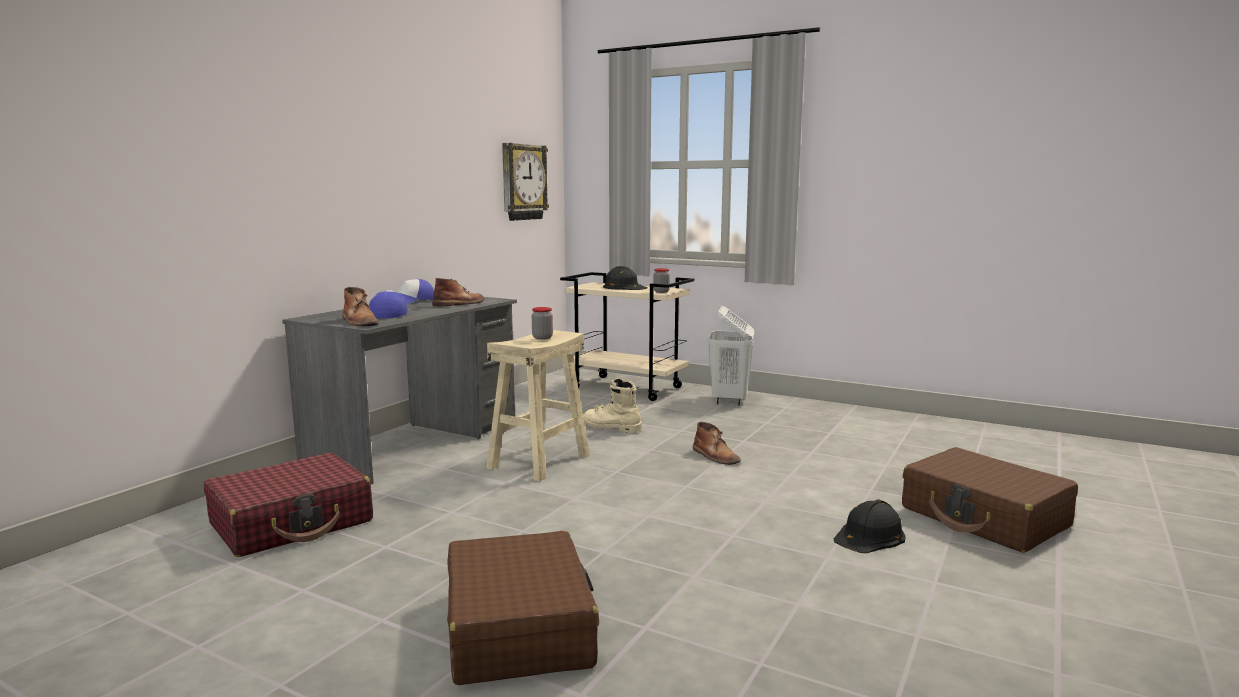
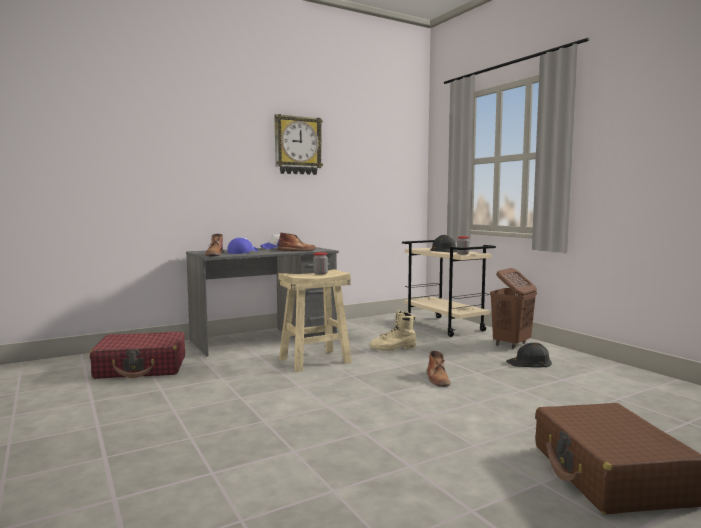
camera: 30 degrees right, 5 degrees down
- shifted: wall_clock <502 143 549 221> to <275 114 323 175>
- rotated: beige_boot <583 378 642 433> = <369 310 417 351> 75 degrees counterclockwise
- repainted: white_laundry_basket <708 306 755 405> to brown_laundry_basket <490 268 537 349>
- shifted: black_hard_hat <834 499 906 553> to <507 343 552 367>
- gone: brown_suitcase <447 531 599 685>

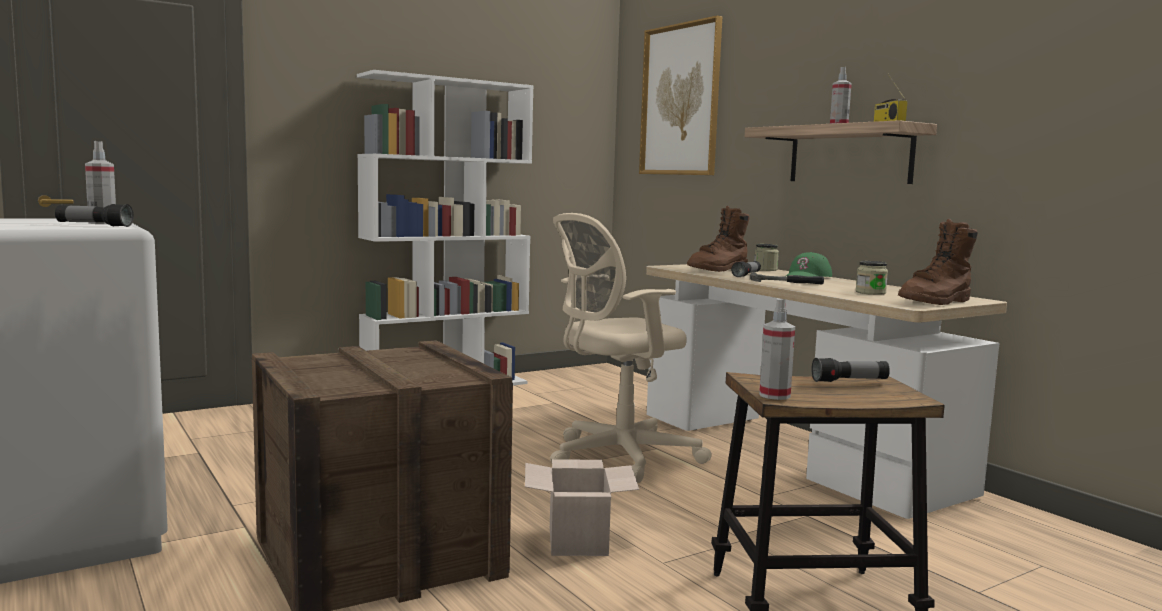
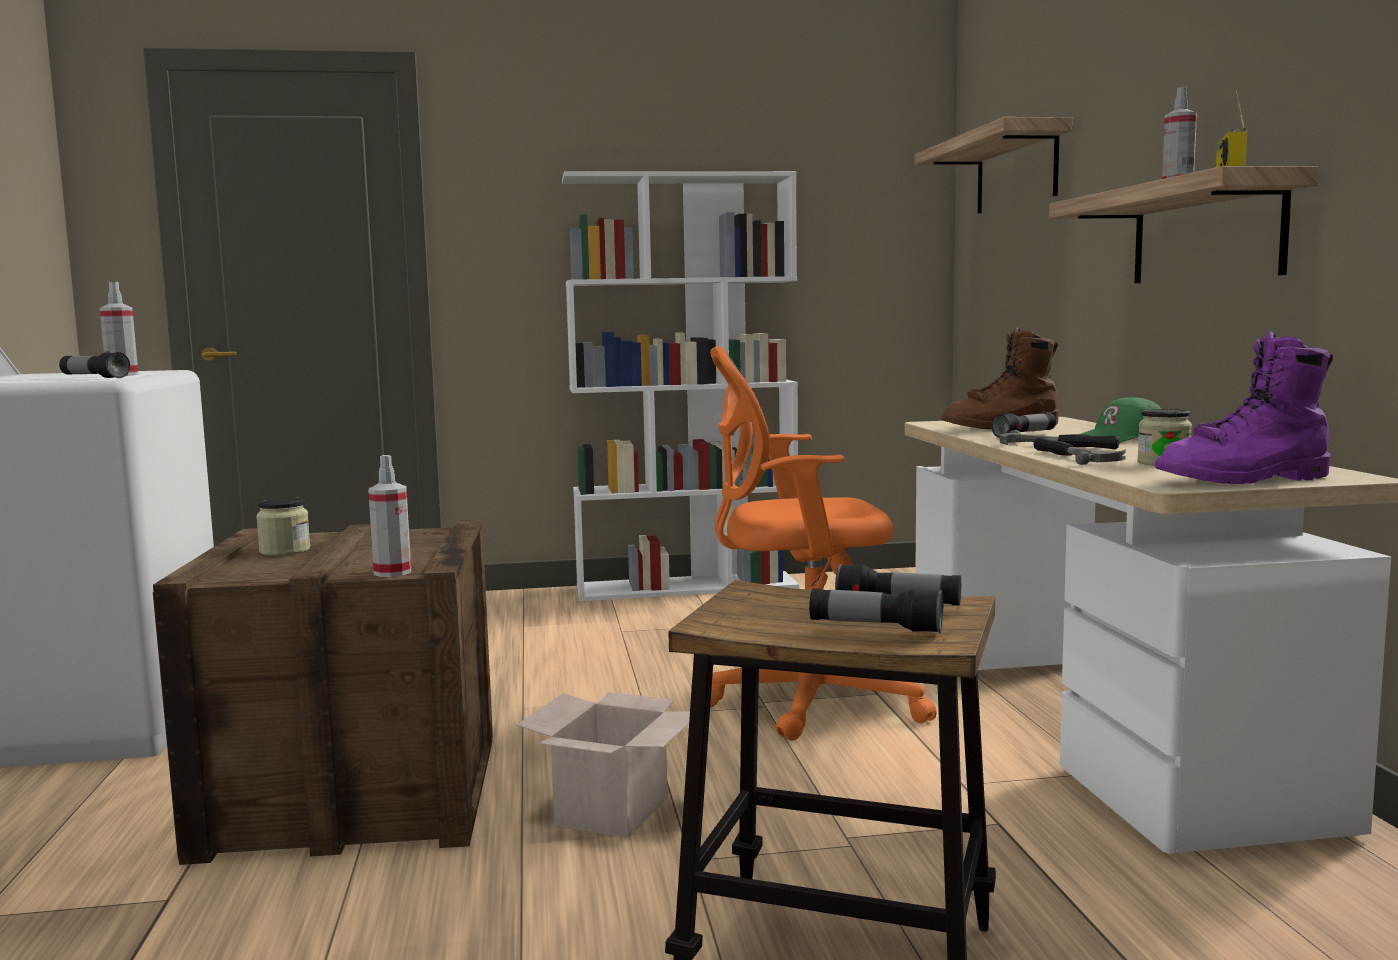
camera: 25 degrees right, 0 degrees up
- shifted: jar <754 244 779 271> to <256 497 310 556>
- shifted: spray_bottle <759 298 795 400> to <368 455 411 577>
- repainted: beige_office_chair <550 213 712 483> to orange_office_chair <710 346 937 741>
- new: flashlight <809 588 943 633>
- swapped: picture <639 16 722 175> to shelf <914 117 1072 214>
- new: hammer <1033 437 1126 465>
- repainted: brown_boot <898 219 978 305> to purple_boot <1155 332 1333 484>

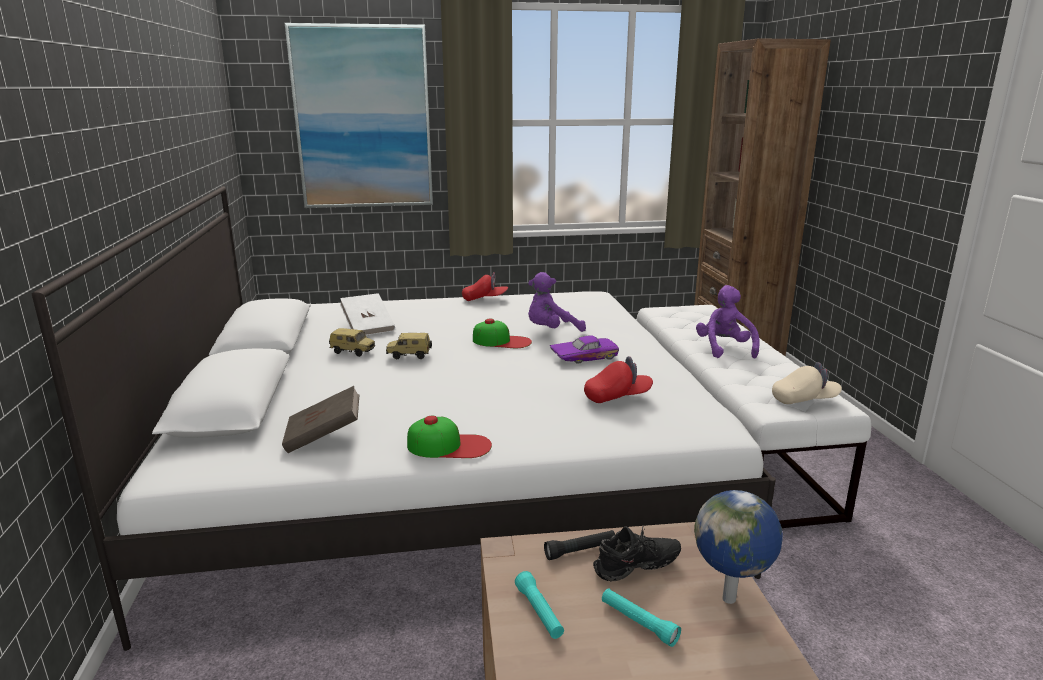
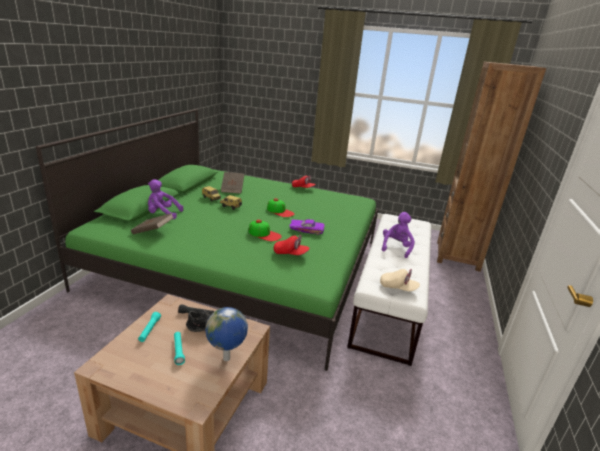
camera: 25 degrees right, 5 degrees up
- repainted: white_bed <32 186 776 651> to green_bed <36 109 378 371>
- shifted: purple_plush_toy <528 272 586 332> to <148 179 183 219>
- repainted: white_book <340 293 395 335> to brown_book <221 172 244 194>
- shifted: cap <407 416 492 458> to <248 220 282 241>
- gone: picture <284 23 433 208>

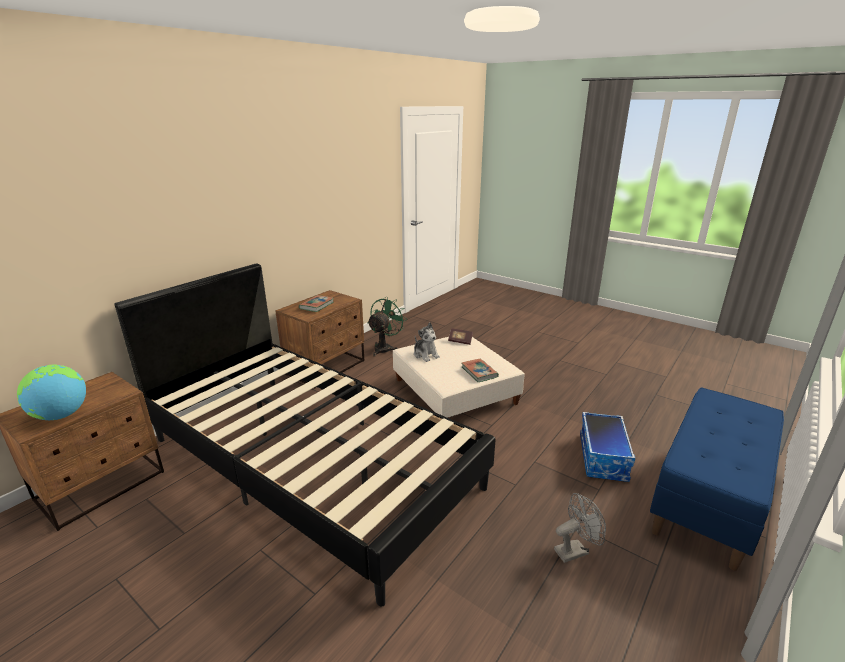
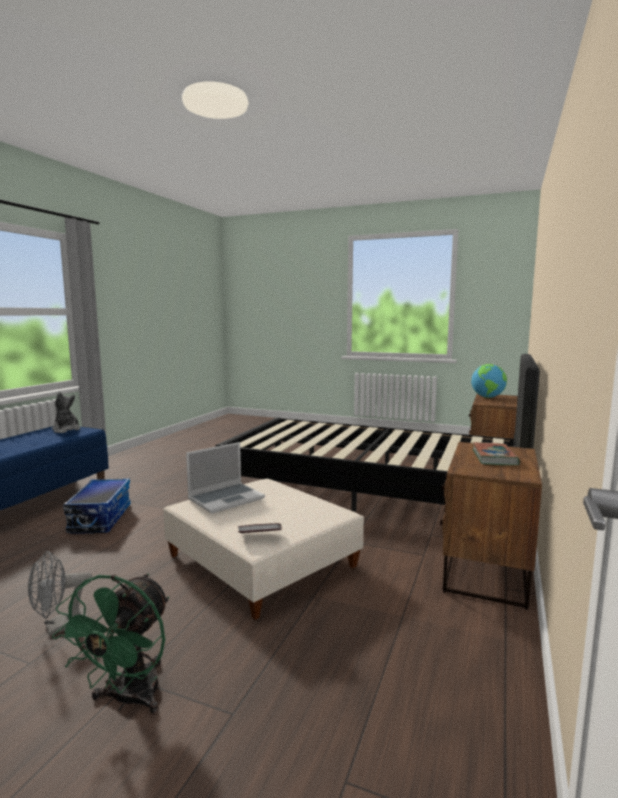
camera: 165 degrees right, 15 degrees down
- shifted: grey_fan <554 493 606 563> to <28 551 92 636>
- shifted: plush_toy <414 322 440 362> to <52 392 80 433>
- shifted: green_fan <367 297 407 357> to <52 573 169 715>
- swapped: book <462 359 499 382> to laptop <186 442 265 514>

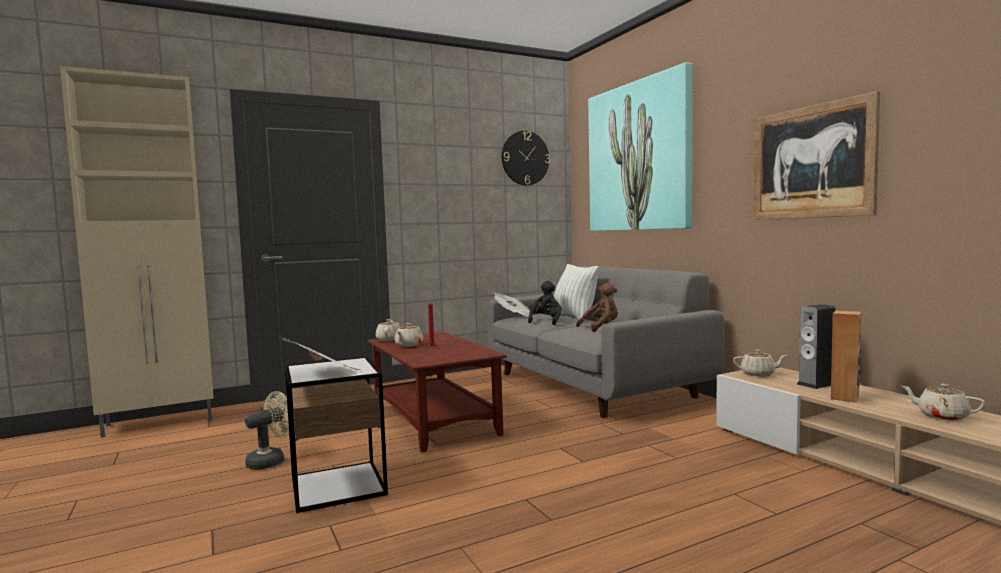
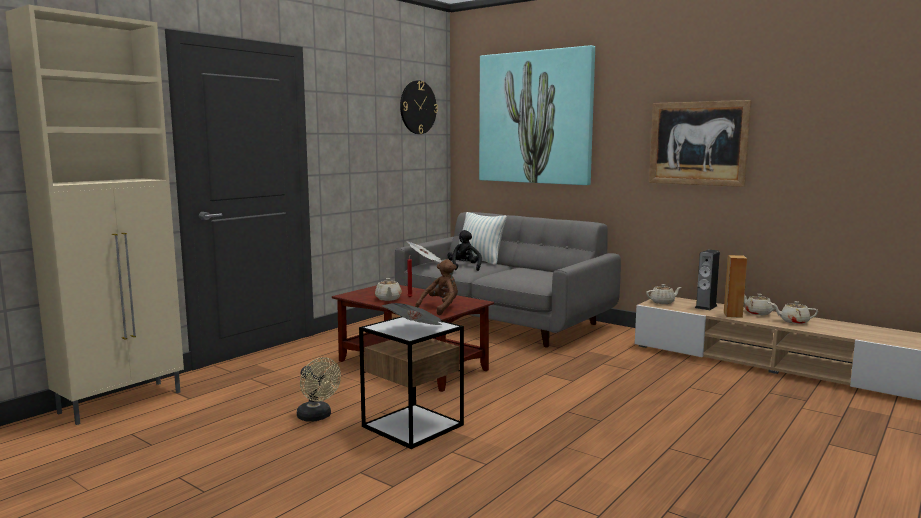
camera: 25 degrees left, 5 degrees up
- rotated: beige_fan <245 391 289 470> = <297 357 341 422> 120 degrees clockwise
- shifted: brown_plush_toy <576 283 618 332> to <415 259 458 315>
- shifted: beige_teapot <376 319 400 342> to <744 294 776 315>

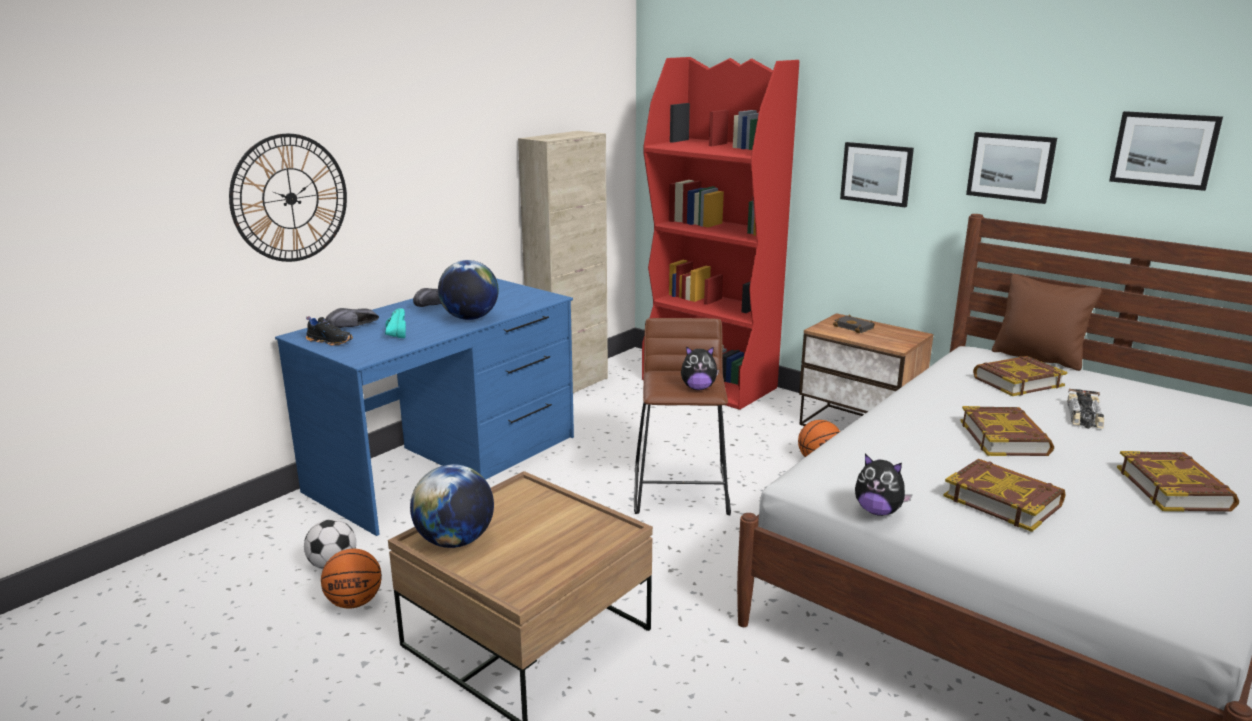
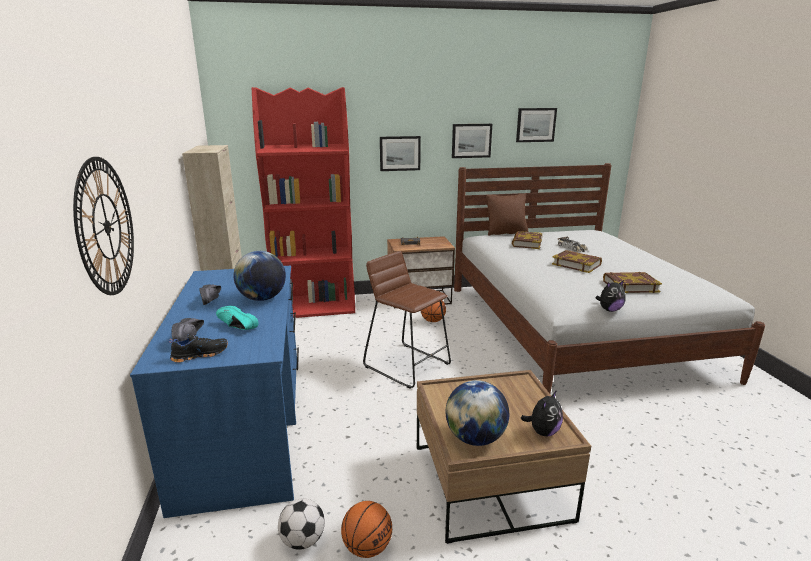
camera: 50 degrees left, 0 degrees up
- shifted: plush_toy <681 346 719 390> to <521 390 563 436>
- gone: book <1117 451 1239 511>

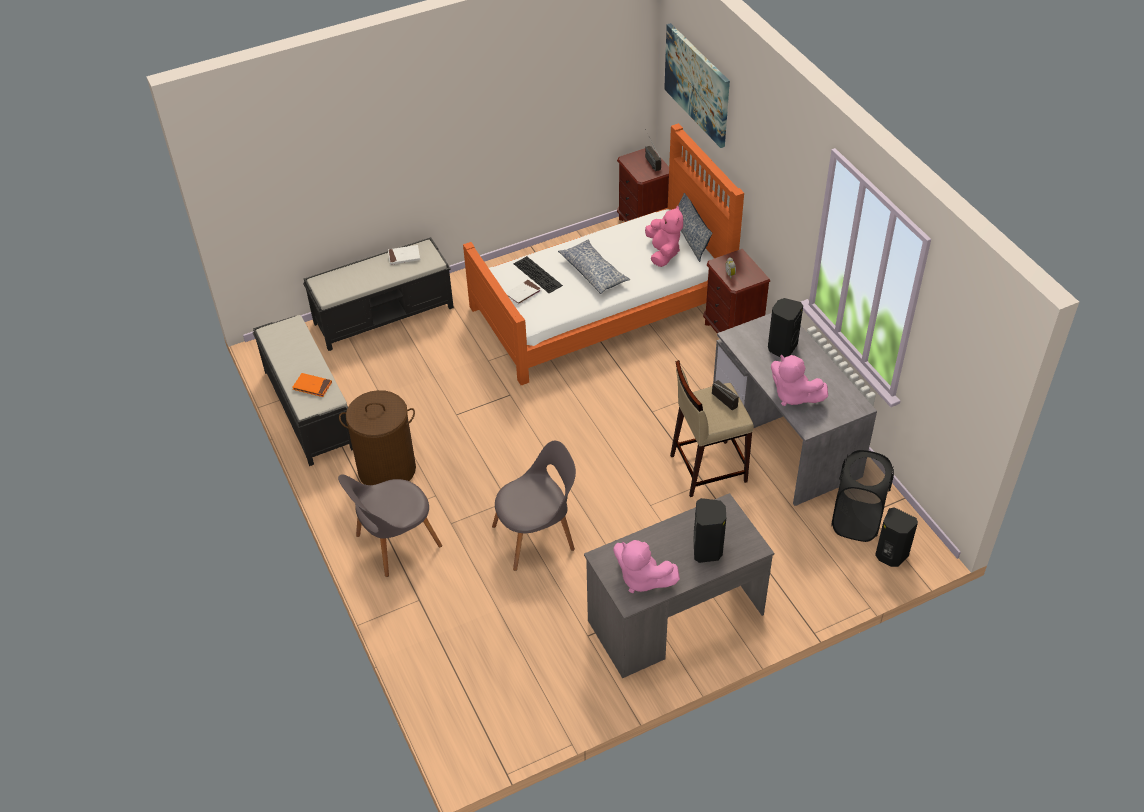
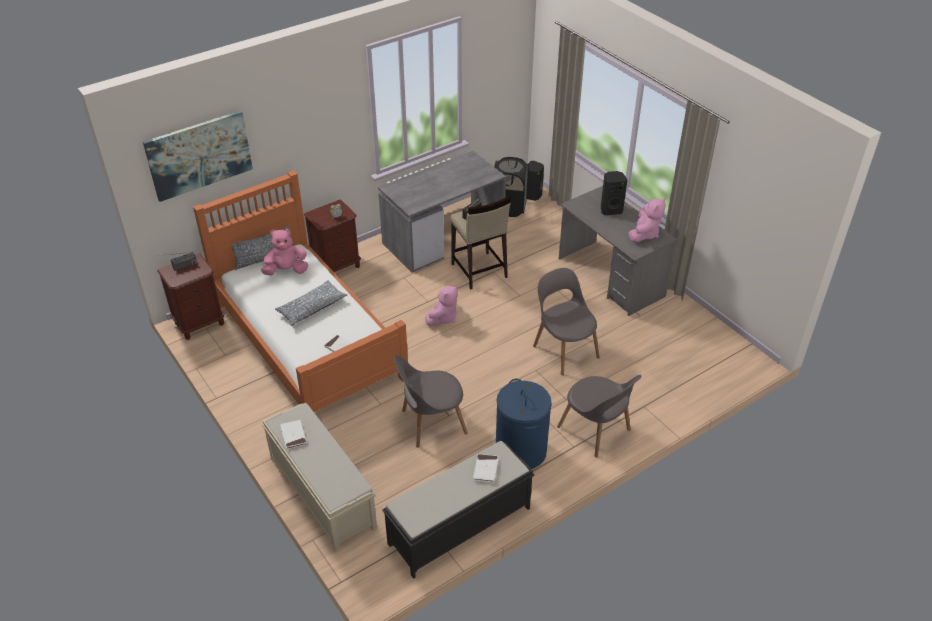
camera: 100 degrees left, 5 degrees down
- repainted: black_bench <303 237 454 351> to beige_bench <262 403 377 552>
- new: grey_chair <394 355 468 448>
- shifted: pink_plush_toy <771 355 828 406> to <425 285 458 326>
- repainted: orange_book <292 373 332 397> to white_book <473 454 498 483>
- repainted: brown_laundry_basket <339 390 416 485> to blue_laundry_basket <496 379 552 469>
- gone: keyboard <514 256 563 293>
- gone: black_speaker <768 298 803 357>

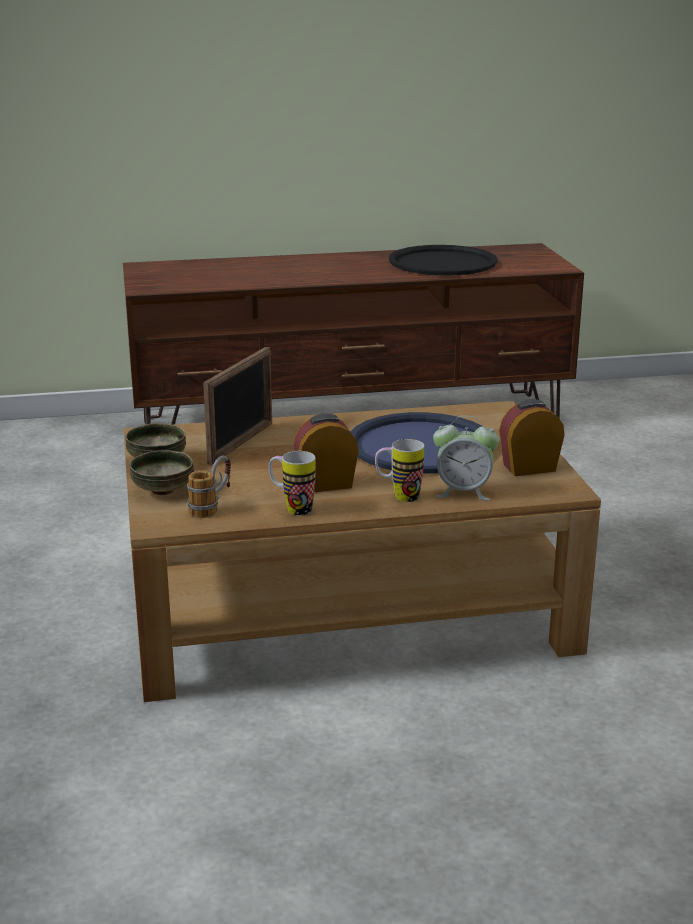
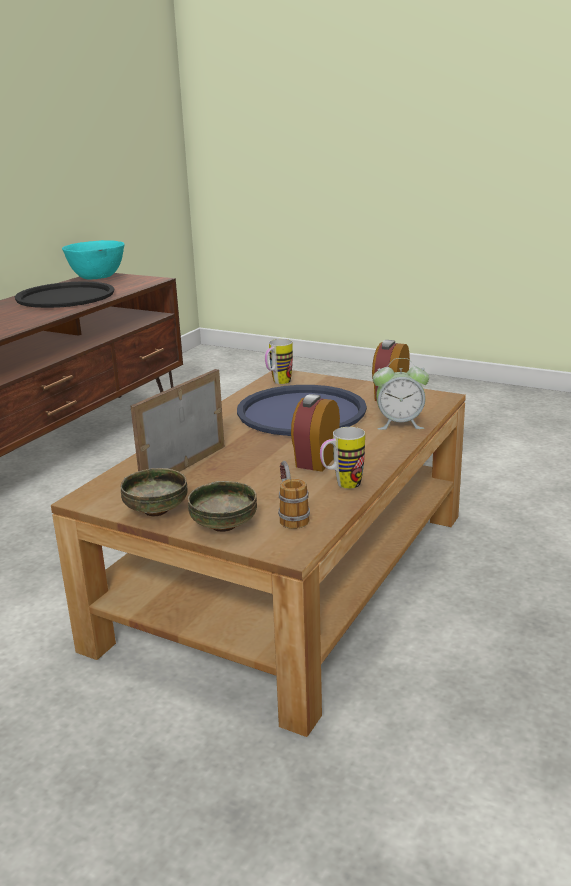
camera: 50 degrees left, 0 degrees up
- new: turquoise_bowl <62 240 125 279>
- rotated: picture_frame <203 347 272 465> = <131 369 225 472> 120 degrees counterclockwise
- shifted: mug <375 439 424 502> to <265 339 293 384>
- rotated: alarm_clock <433 416 499 500> = <373 358 429 430> 45 degrees clockwise

